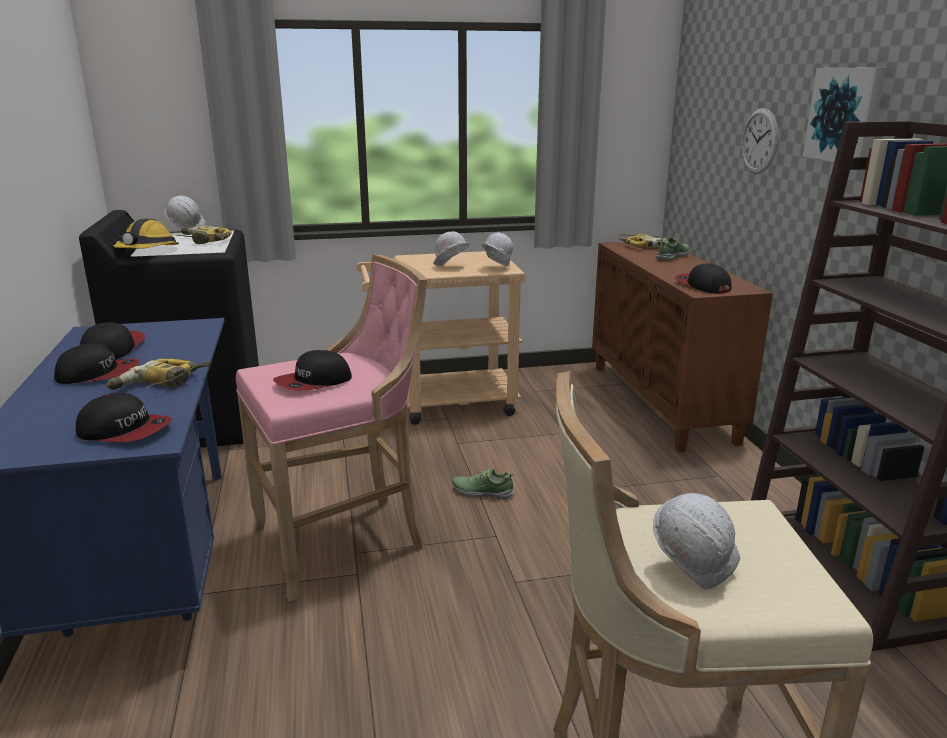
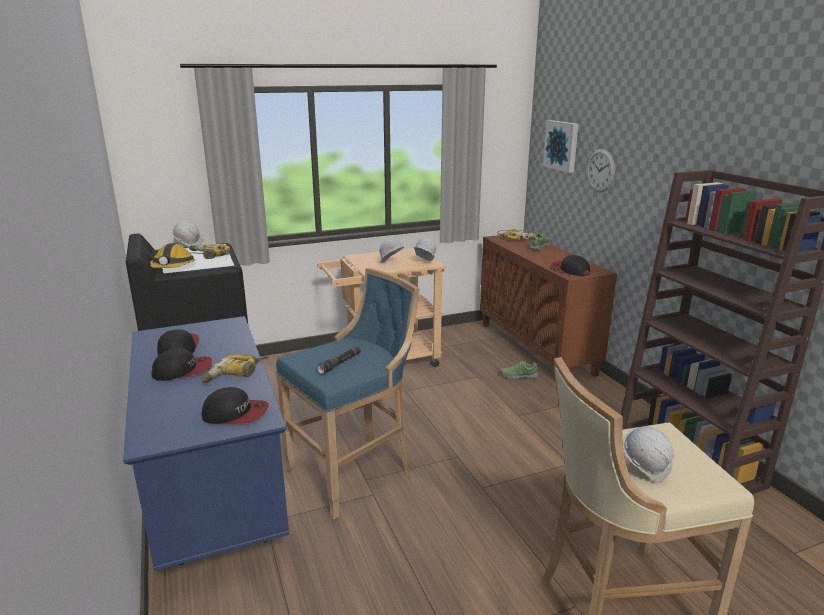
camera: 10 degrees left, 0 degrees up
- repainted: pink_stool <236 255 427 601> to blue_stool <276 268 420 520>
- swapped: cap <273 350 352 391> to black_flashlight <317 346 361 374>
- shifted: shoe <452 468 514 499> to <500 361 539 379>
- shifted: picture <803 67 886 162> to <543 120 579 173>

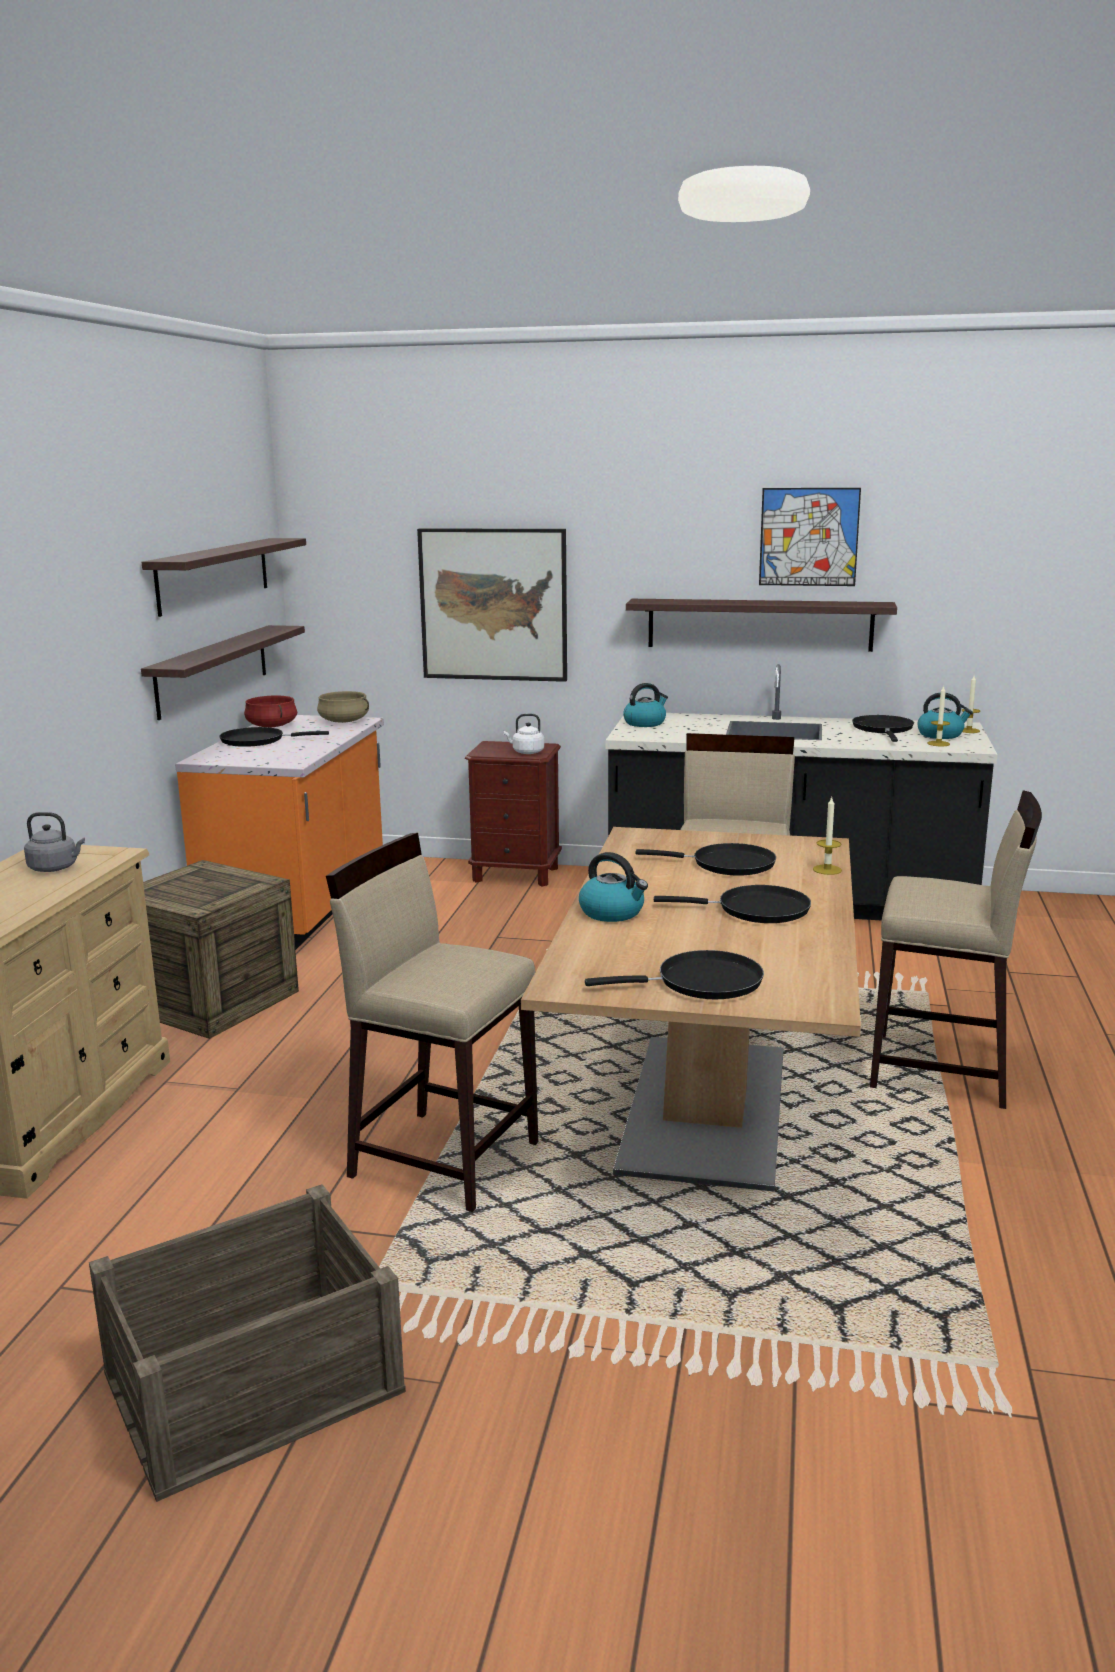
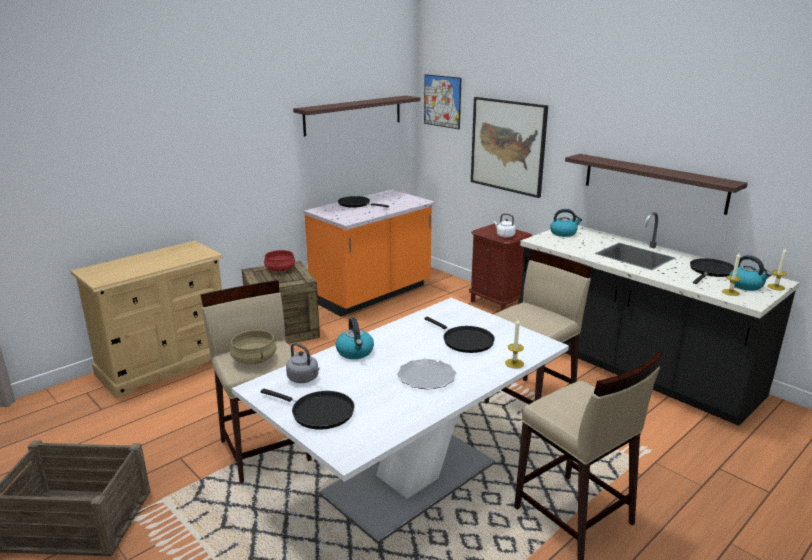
camera: 35 degrees right, 5 degrees up
- shifted: beige_cooking_pot <317 691 369 723> to <230 330 277 364>
- repainted: brown_dining_table <521 827 861 1192> to white_dining_table <232 298 569 544>
- shifted: red_cooking_pot <244 696 297 727> to <264 250 295 271>
- shifted: grey_kettle <24 812 85 872> to <286 343 320 383>
- swapped: black_frying_pan <654 885 811 923> to plate <397 359 456 390>
- shifted: picture <759 488 861 586> to <424 74 461 129>
- gone: shelf <141 625 305 720>

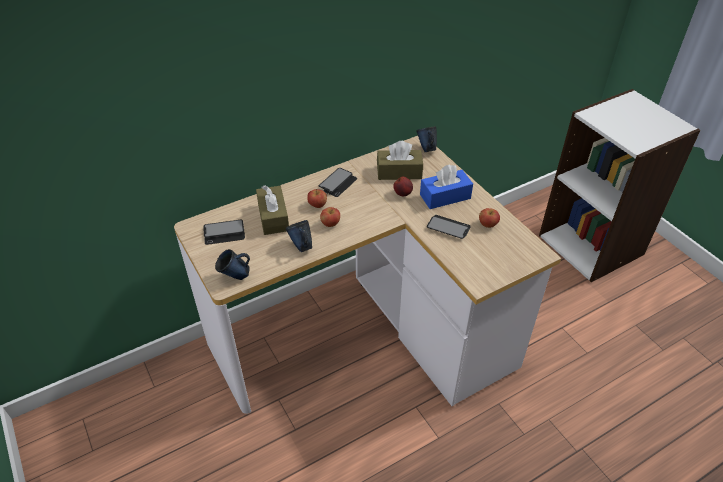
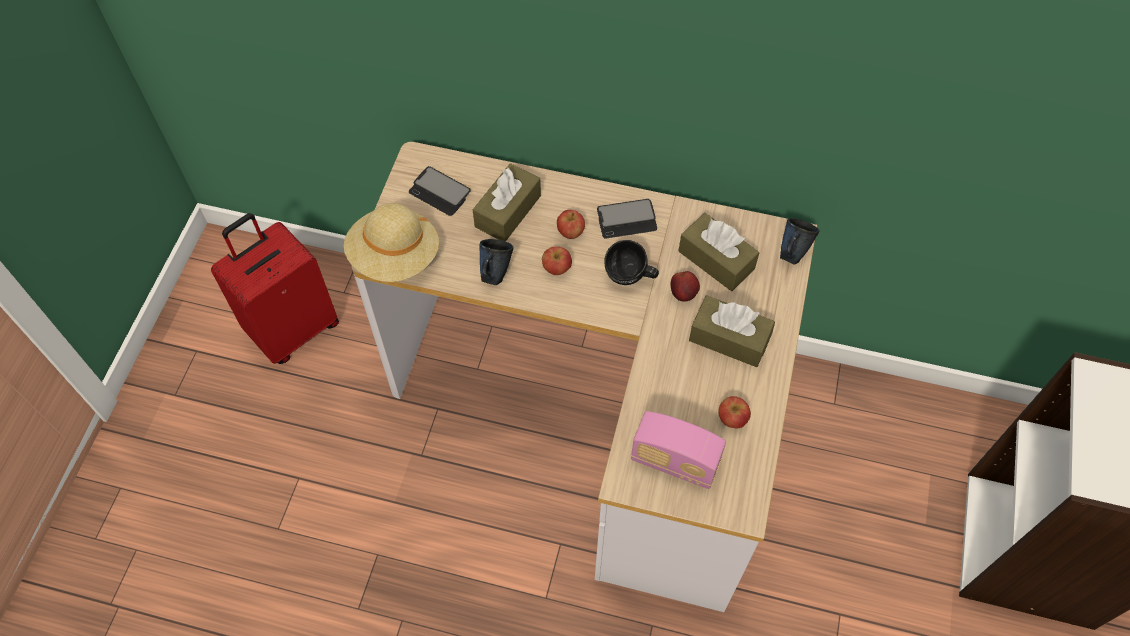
camera: 45 degrees right, 15 degrees up
- new: red_suitcase <211 213 339 364>
- swapped: blue_mug <215 249 250 280> to beige_hat <344 203 439 282>
- new: black_mug <604 240 659 285>
- new: radio <631 411 726 489>
- repainted: blue_tissue_box <420 164 473 209> to brown_tissue_box <689 295 775 367>
- gone: phone <427 215 471 239>

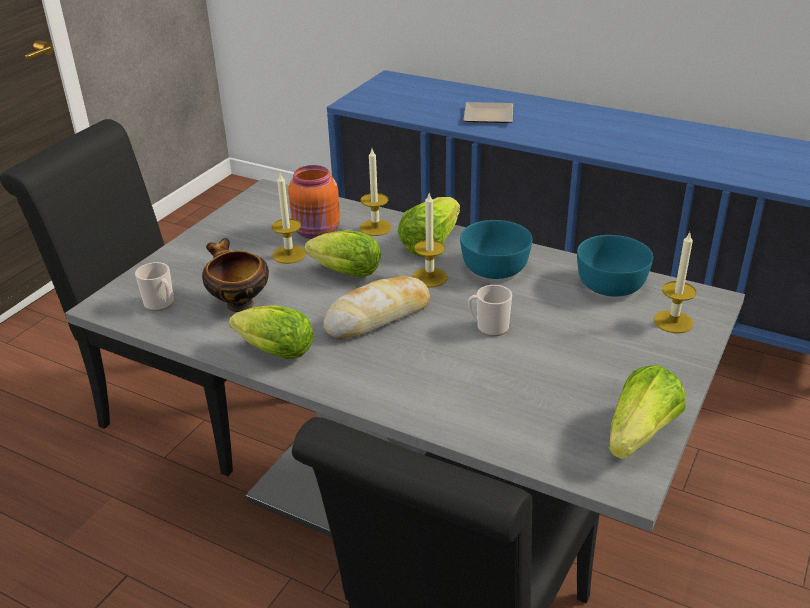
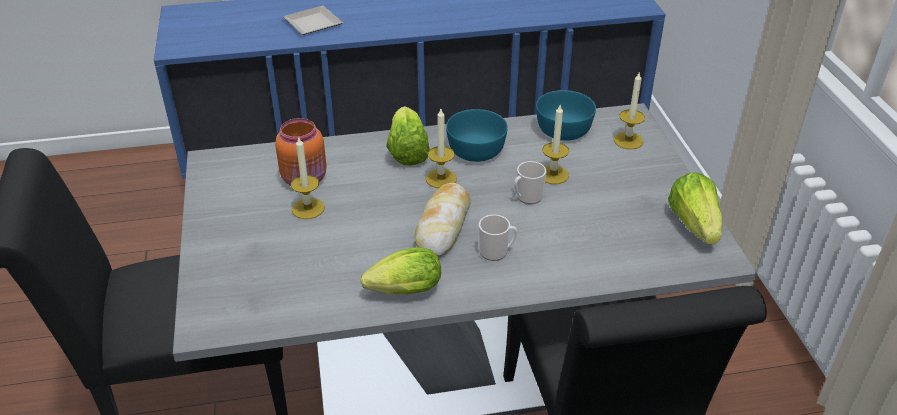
camera: 40 degrees left, 5 degrees up
- shifted: mug <135 262 174 311> to <479 215 517 261>
- shifted: candle <360 149 392 236> to <542 105 569 184>
- gone: bowl <202 238 269 312>
- gone: lettuce <305 230 381 277>

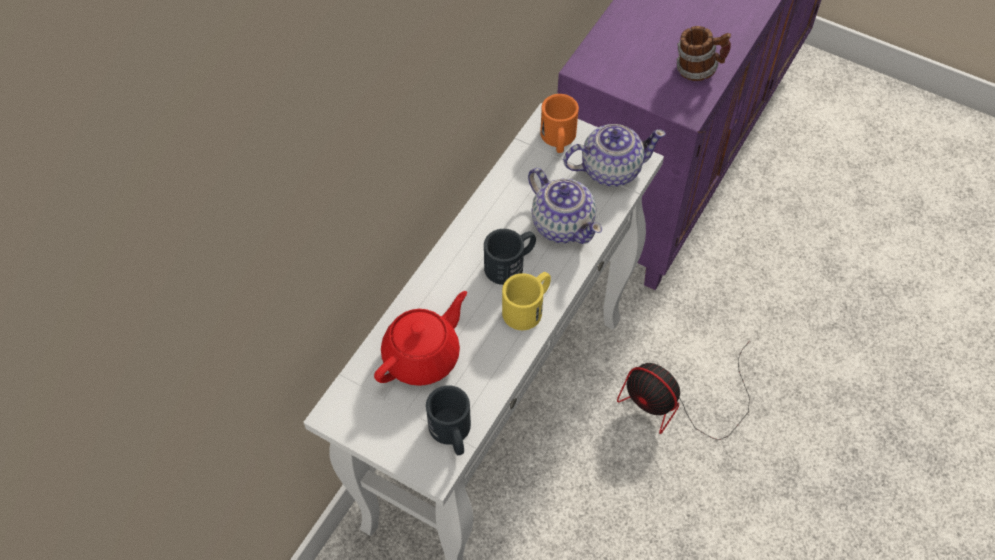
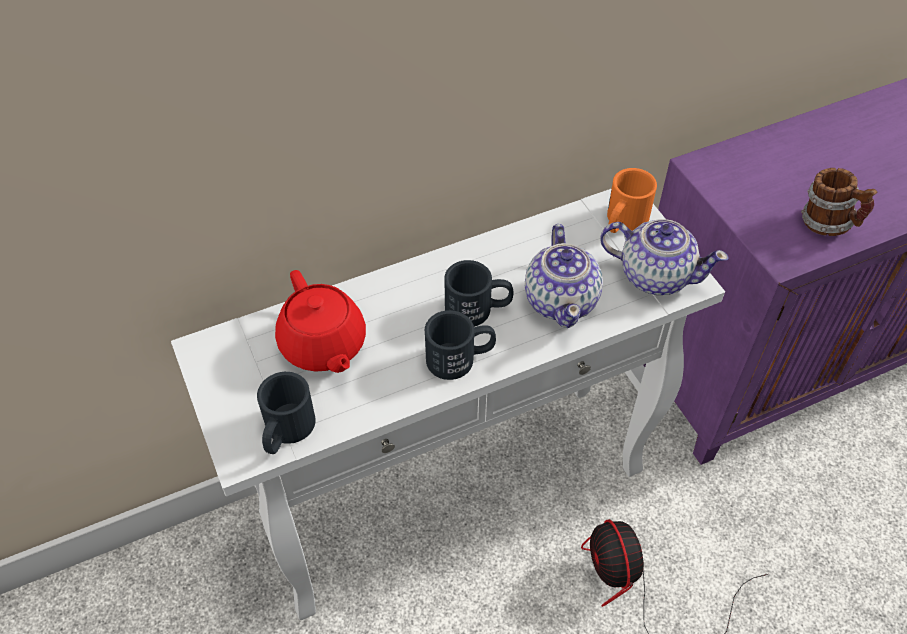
camera: 35 degrees right, 5 degrees down
- rotated: red_teapot <374 291 467 386> = <275 270 366 373> 75 degrees clockwise
- repainted: yellow_mug <502 272 551 330> to black_mug <425 310 496 380>

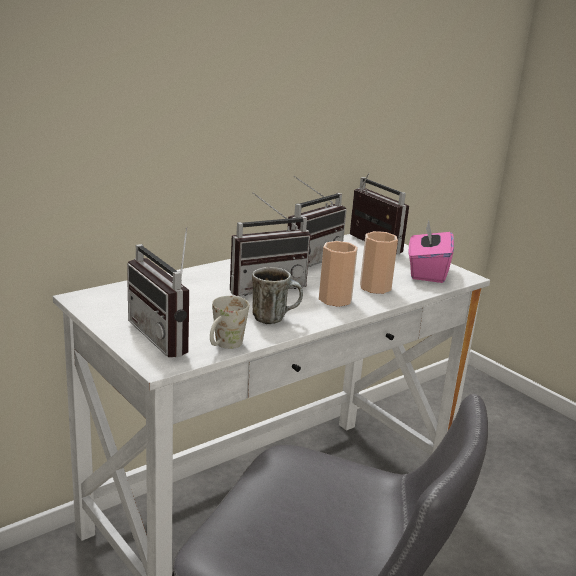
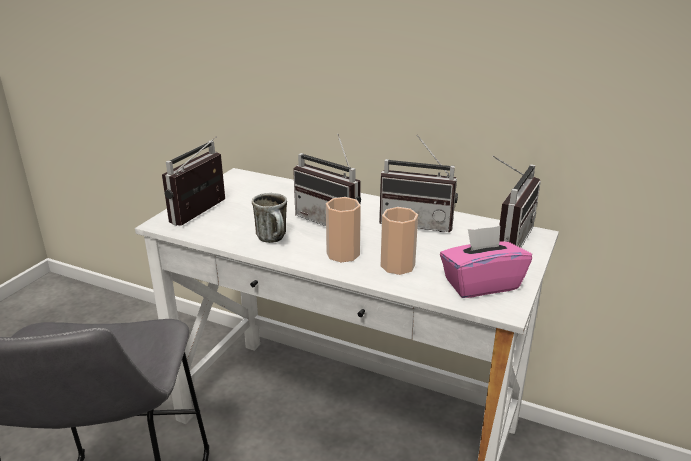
camera: 65 degrees right, 5 degrees up
- gone: white_mug <210 296 249 349>

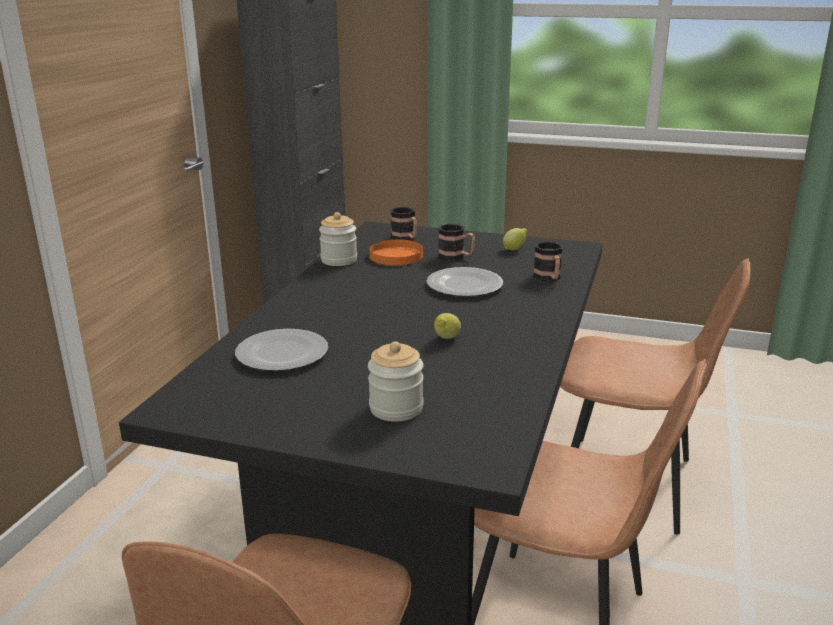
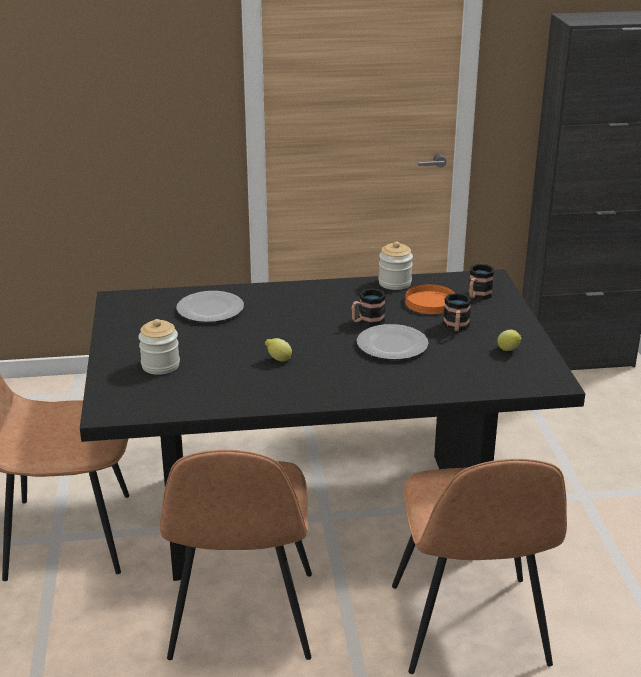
camera: 65 degrees right, 5 degrees up
- shifted: mug <533 241 563 281> to <351 288 386 327>

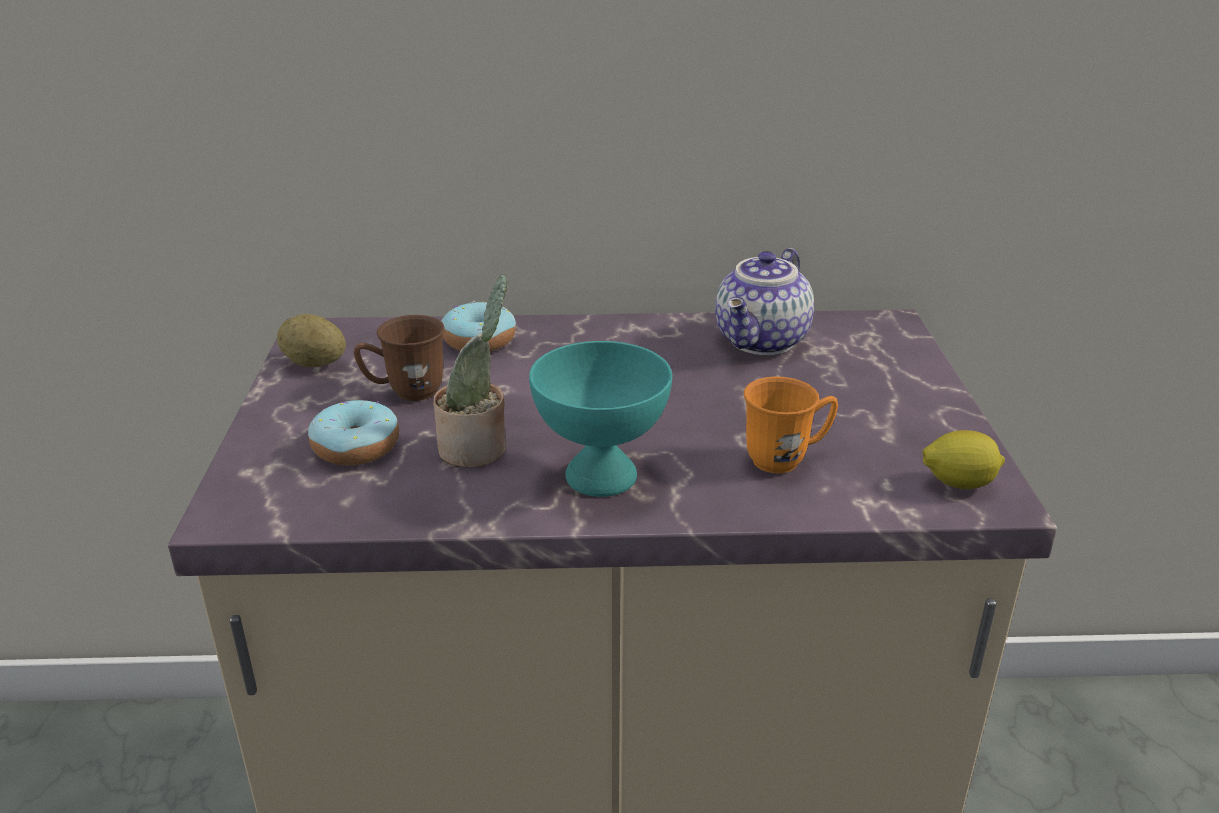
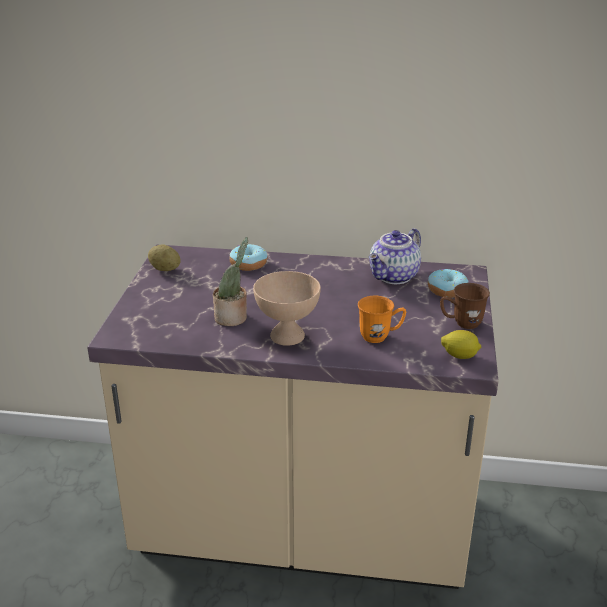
camera: 10 degrees right, 0 degrees up
- repainted: turquoise_bowl <529 341 672 497> to beige_bowl <253 271 321 346>
- shifted: donut <308 400 399 465> to <428 269 468 298>
- shifted: brown_mug <353 315 445 401> to <440 283 490 329>

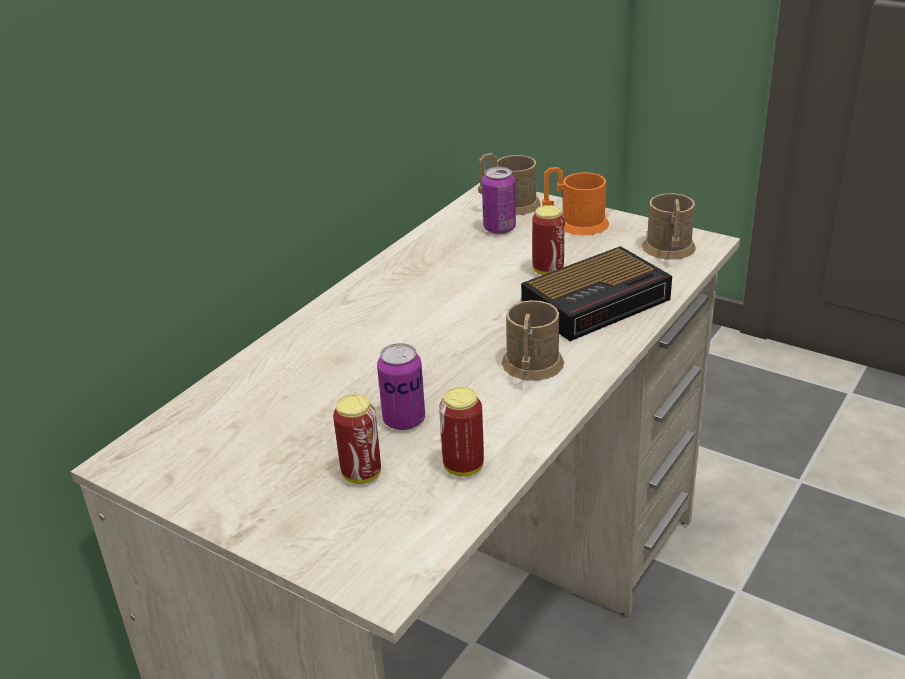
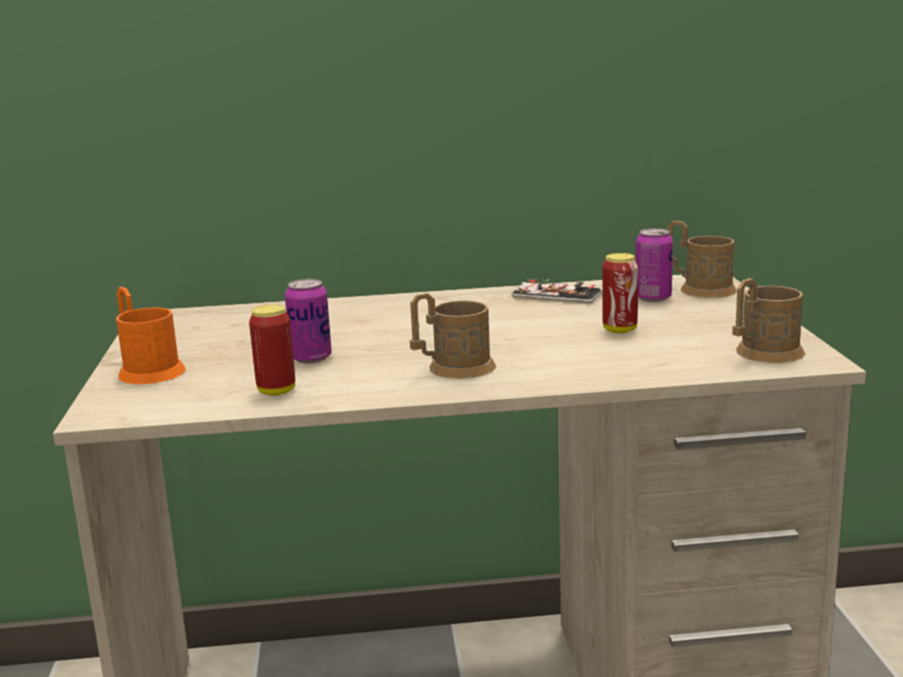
camera: 50 degrees right, 15 degrees down
- shifted: orange_mug <542 167 609 235> to <116 287 186 384>
- new: phone <512 278 602 303>
- gone: can <333 394 381 484>
- gone: alarm_clock <521 246 672 341>

